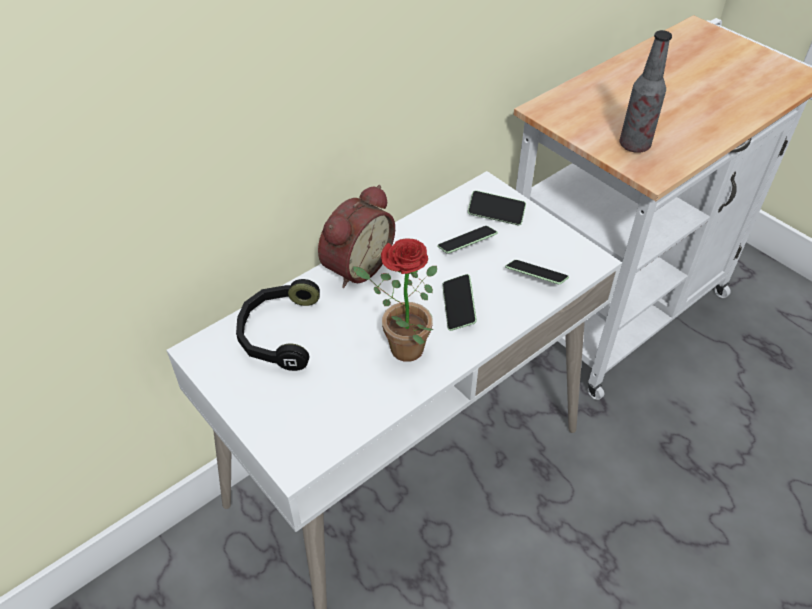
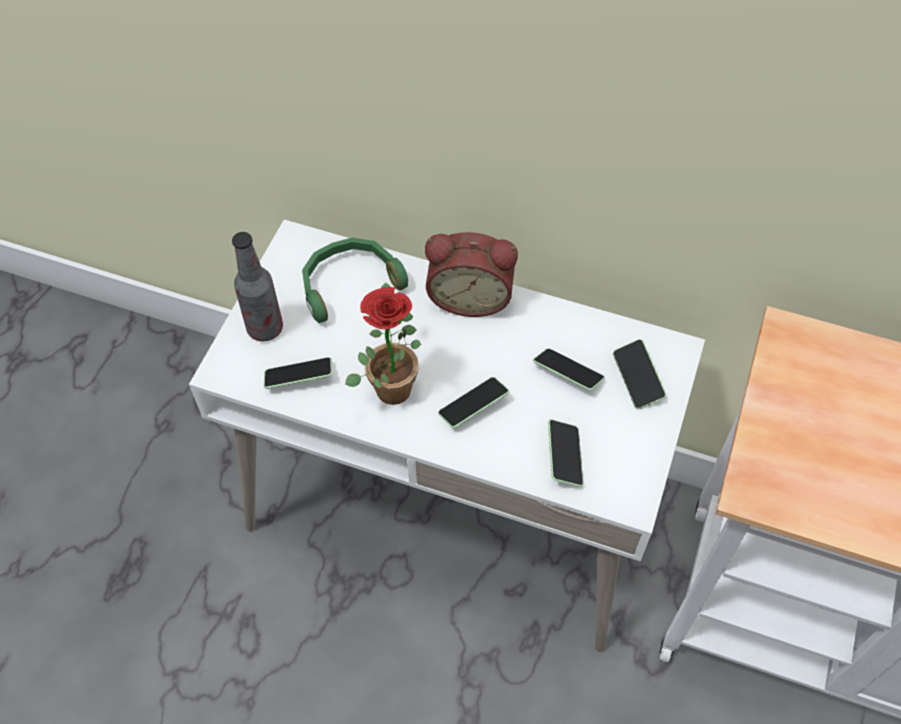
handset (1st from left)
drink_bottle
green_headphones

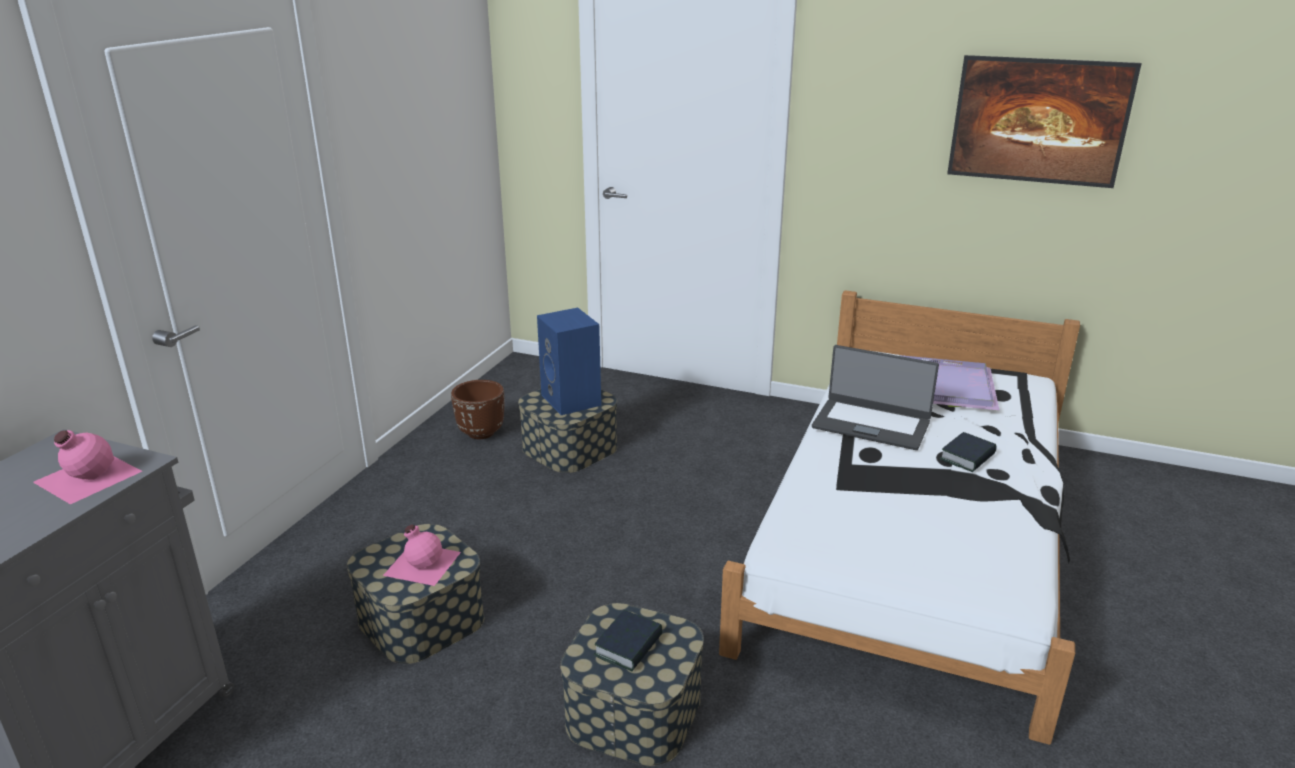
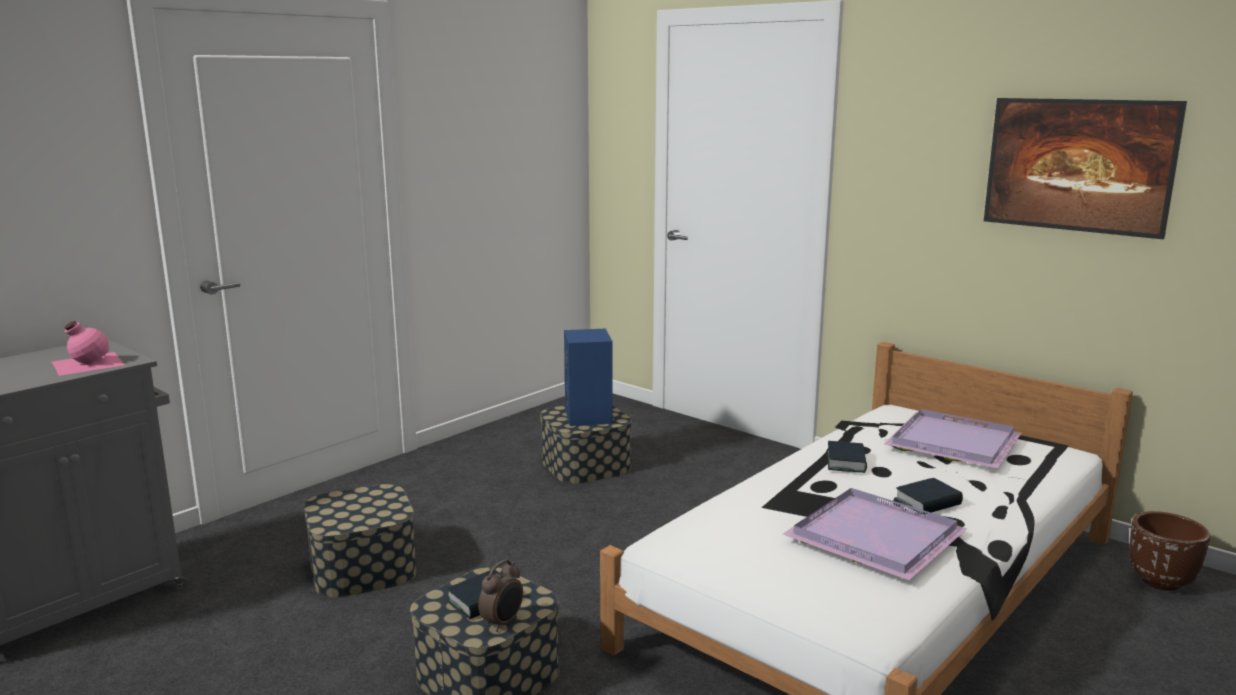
pink-coloured_drink_bottle (2nd from left in the first image)
table_clock
purple-coloured_tray (1st from left)
brown-coloured_plant_pot
book (2nd from left)

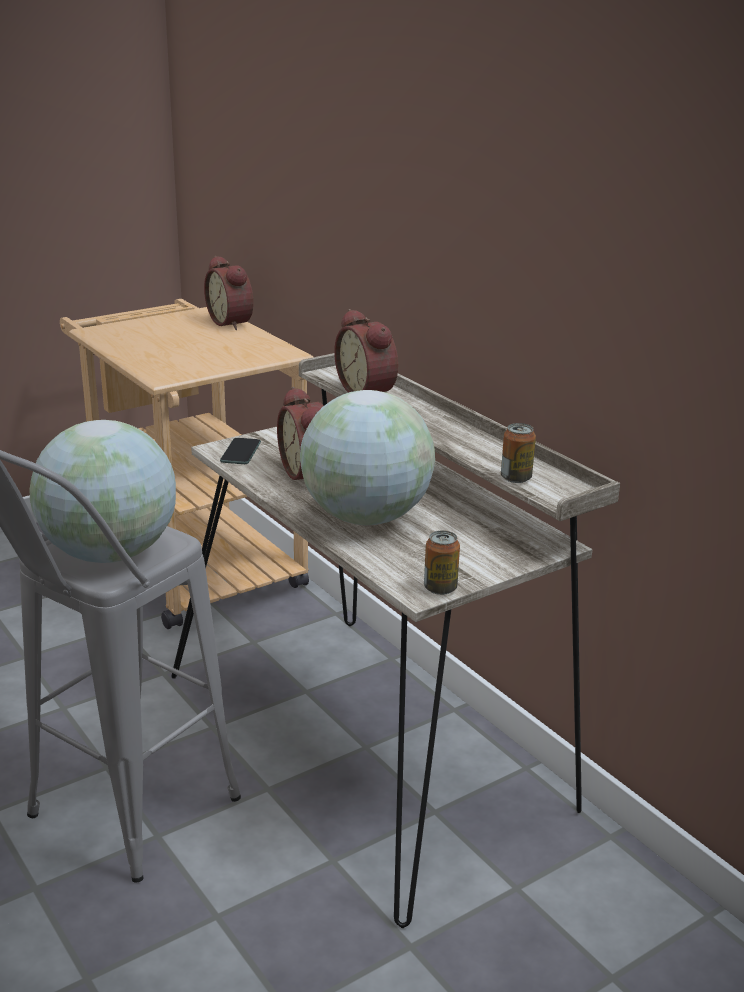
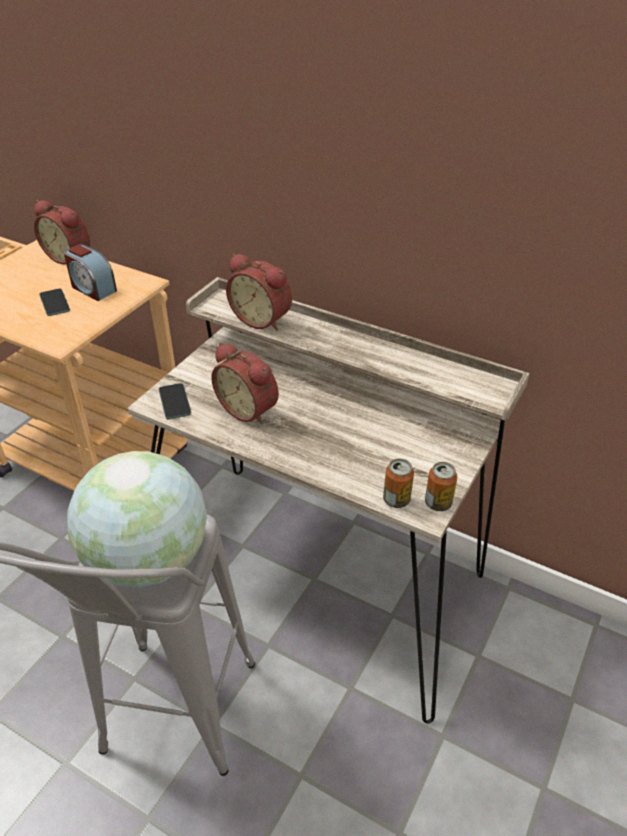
globe (2nd from left in the first image)
handset (1st from left)
table_clock (2nd from left)
metal_can (1st from left)

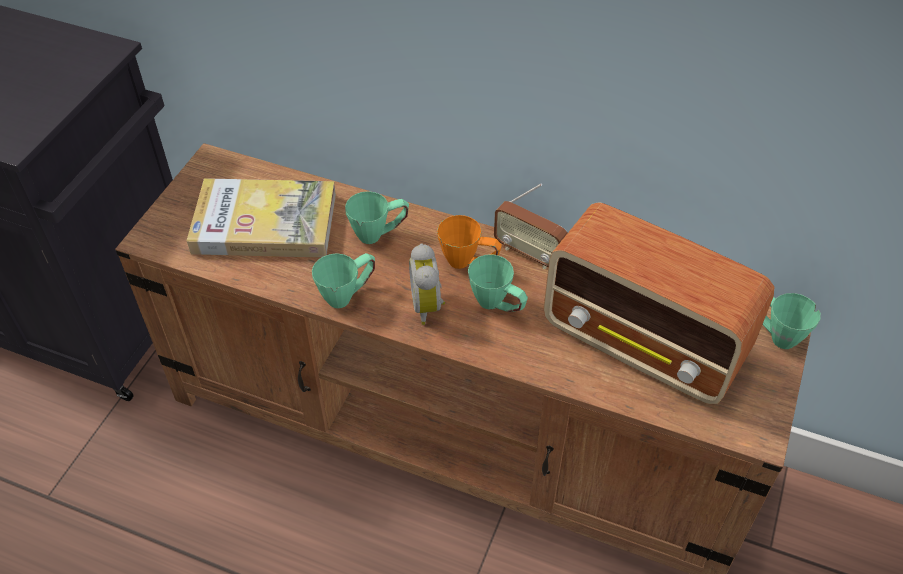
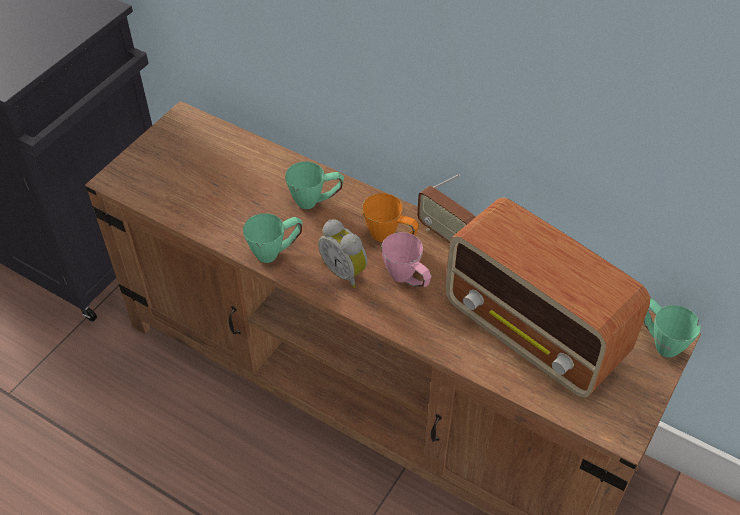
book
pink-coloured_coffee_mug
table_clock

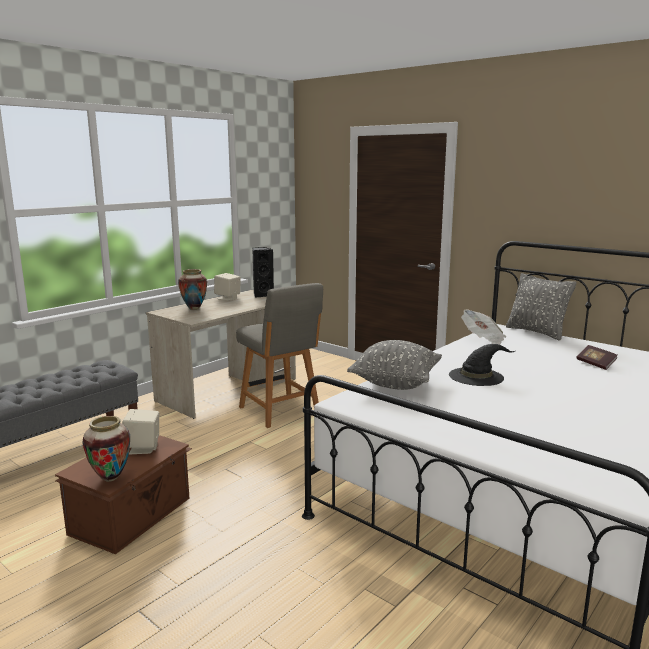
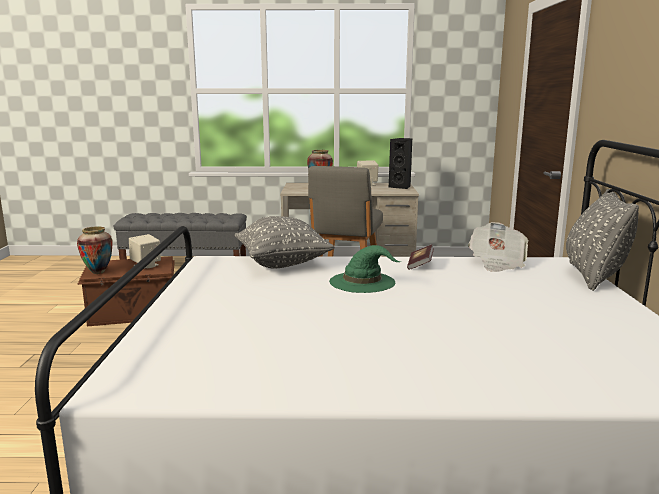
book
green_wearable_hat

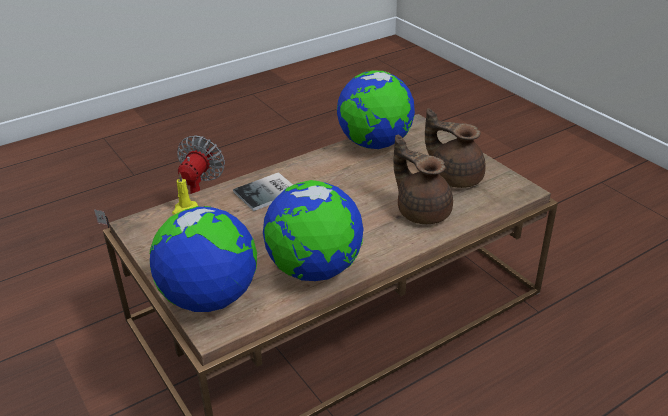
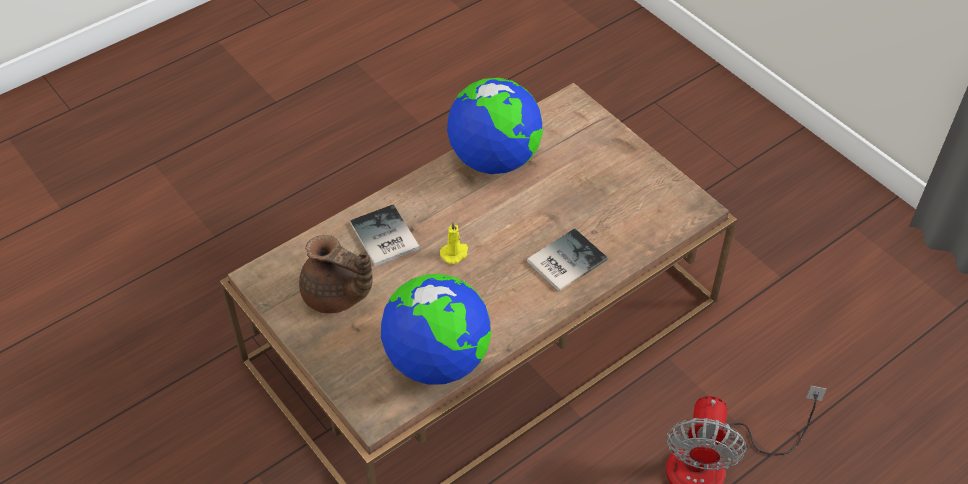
globe (1st from left in the first image)
yellow_wax_candle
book (1st from left)

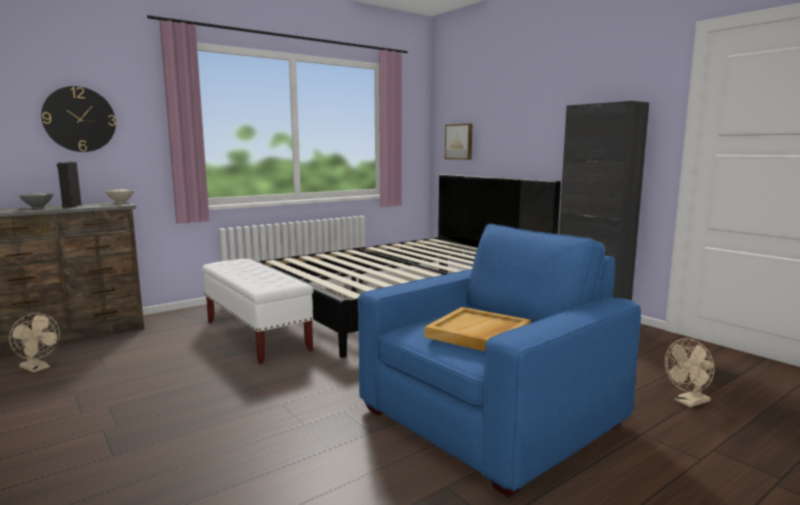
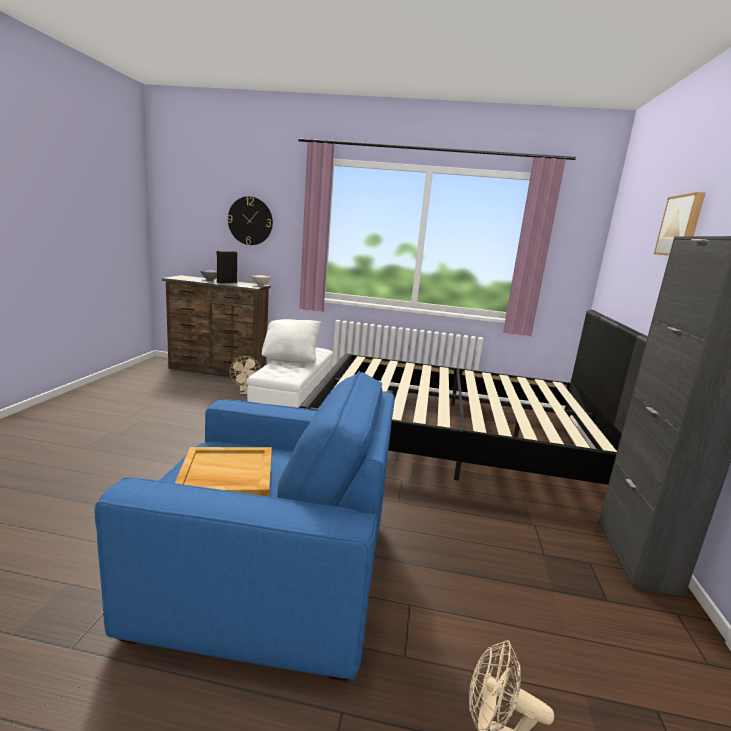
white_cushion
beige-coloured_electric_fan (1st from left)
wall_picture

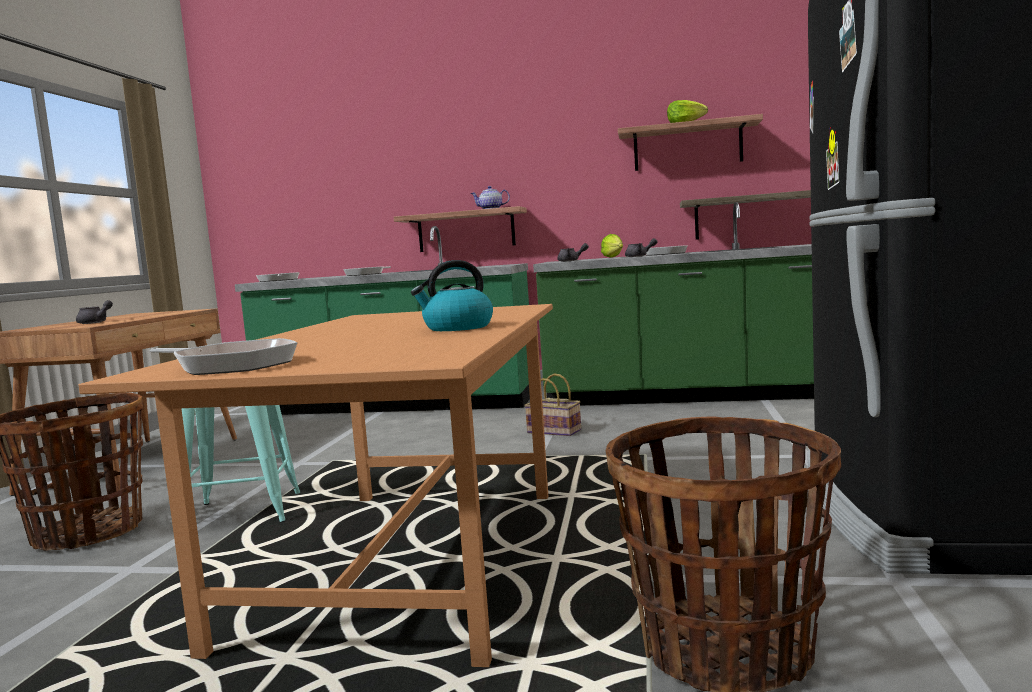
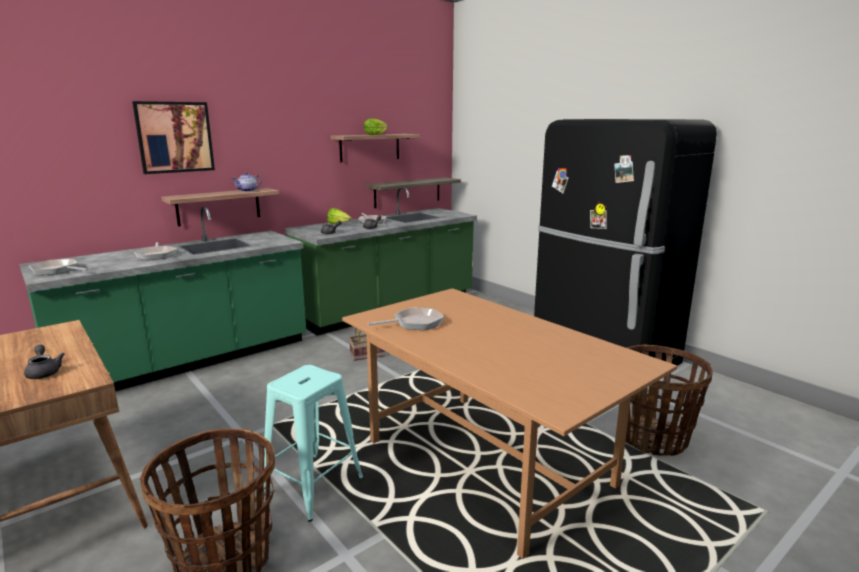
kettle
wall_picture
skillet (4th from left)

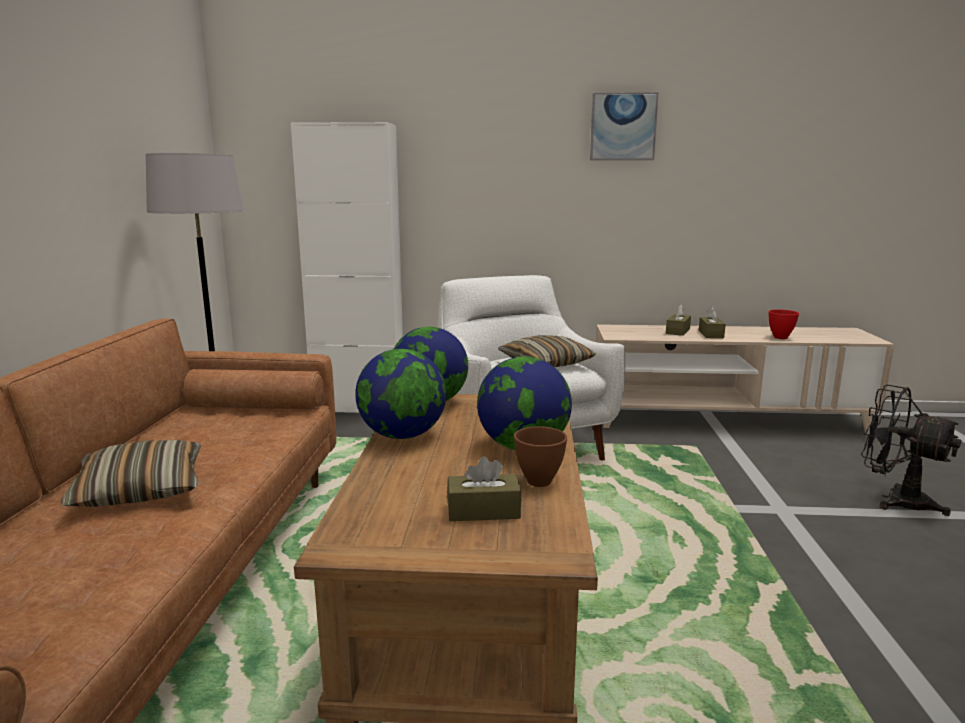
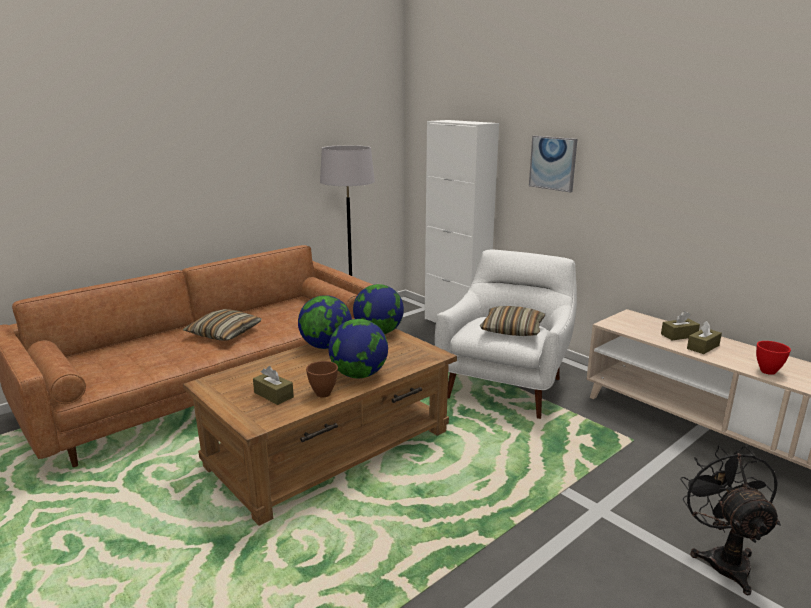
wall_picture

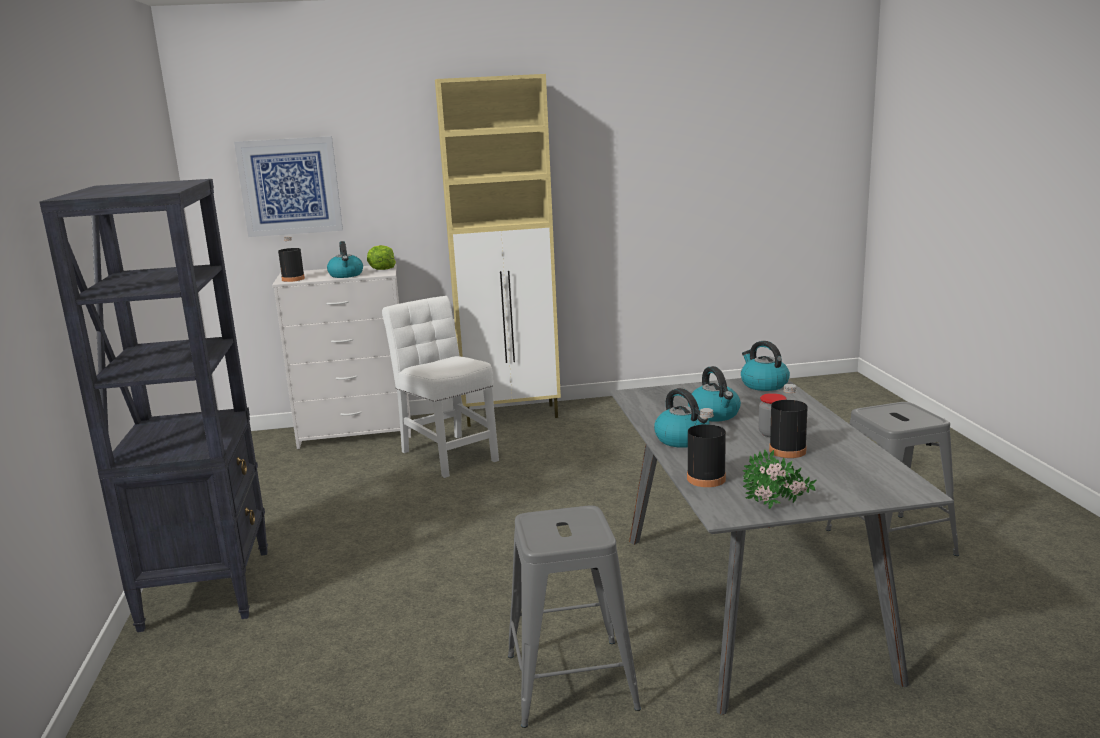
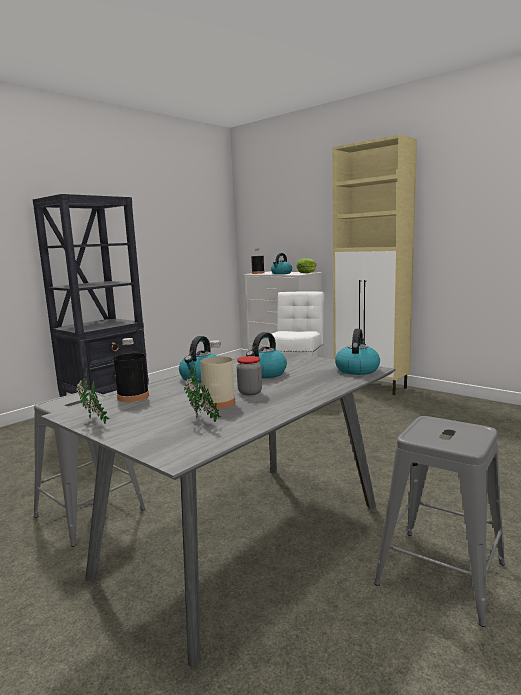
wall_picture
plant_in_a_pot (2nd from left)
beige-coloured_drink_bottle

